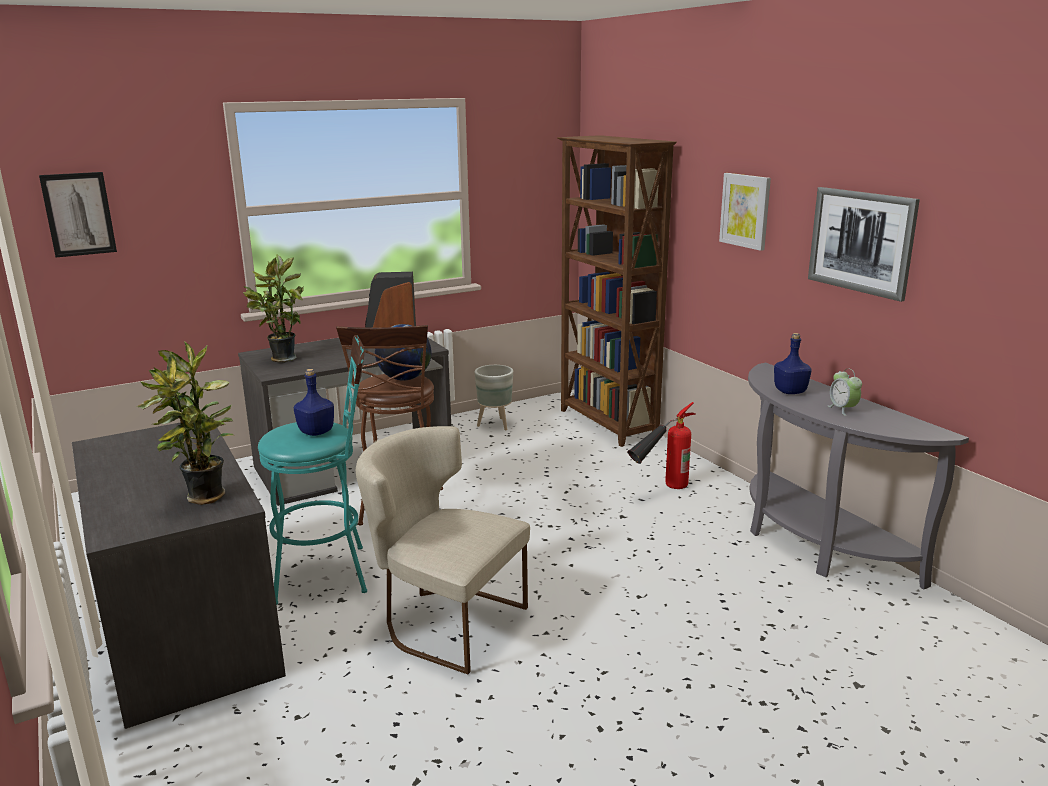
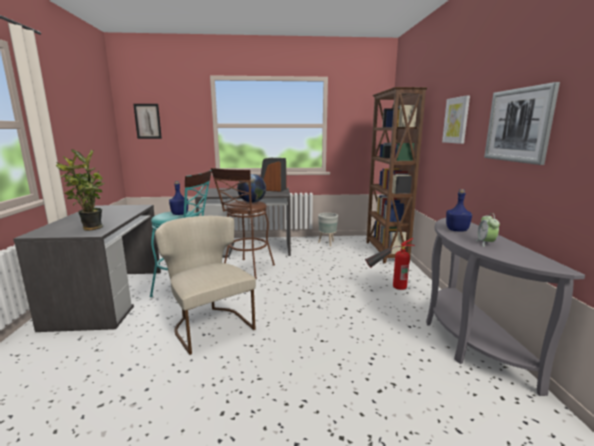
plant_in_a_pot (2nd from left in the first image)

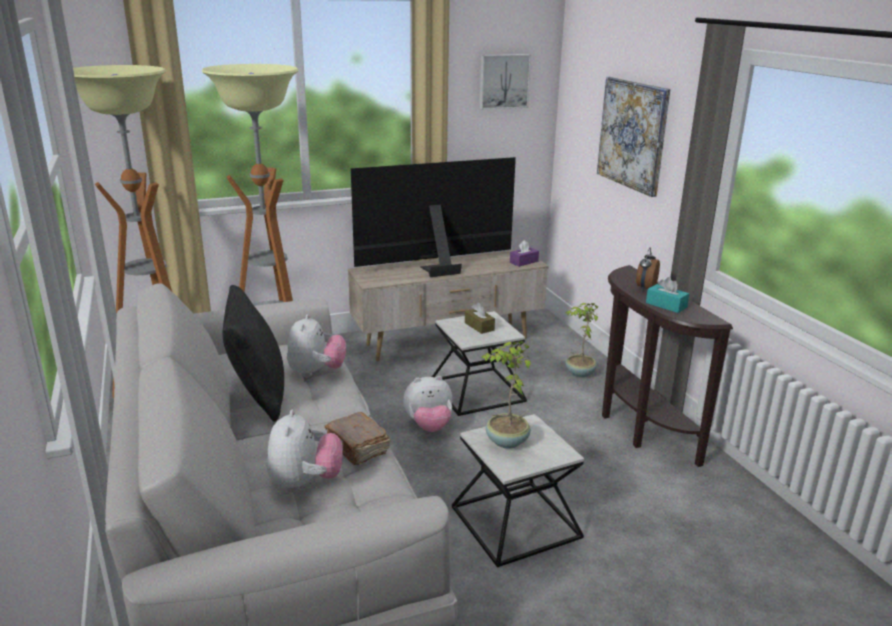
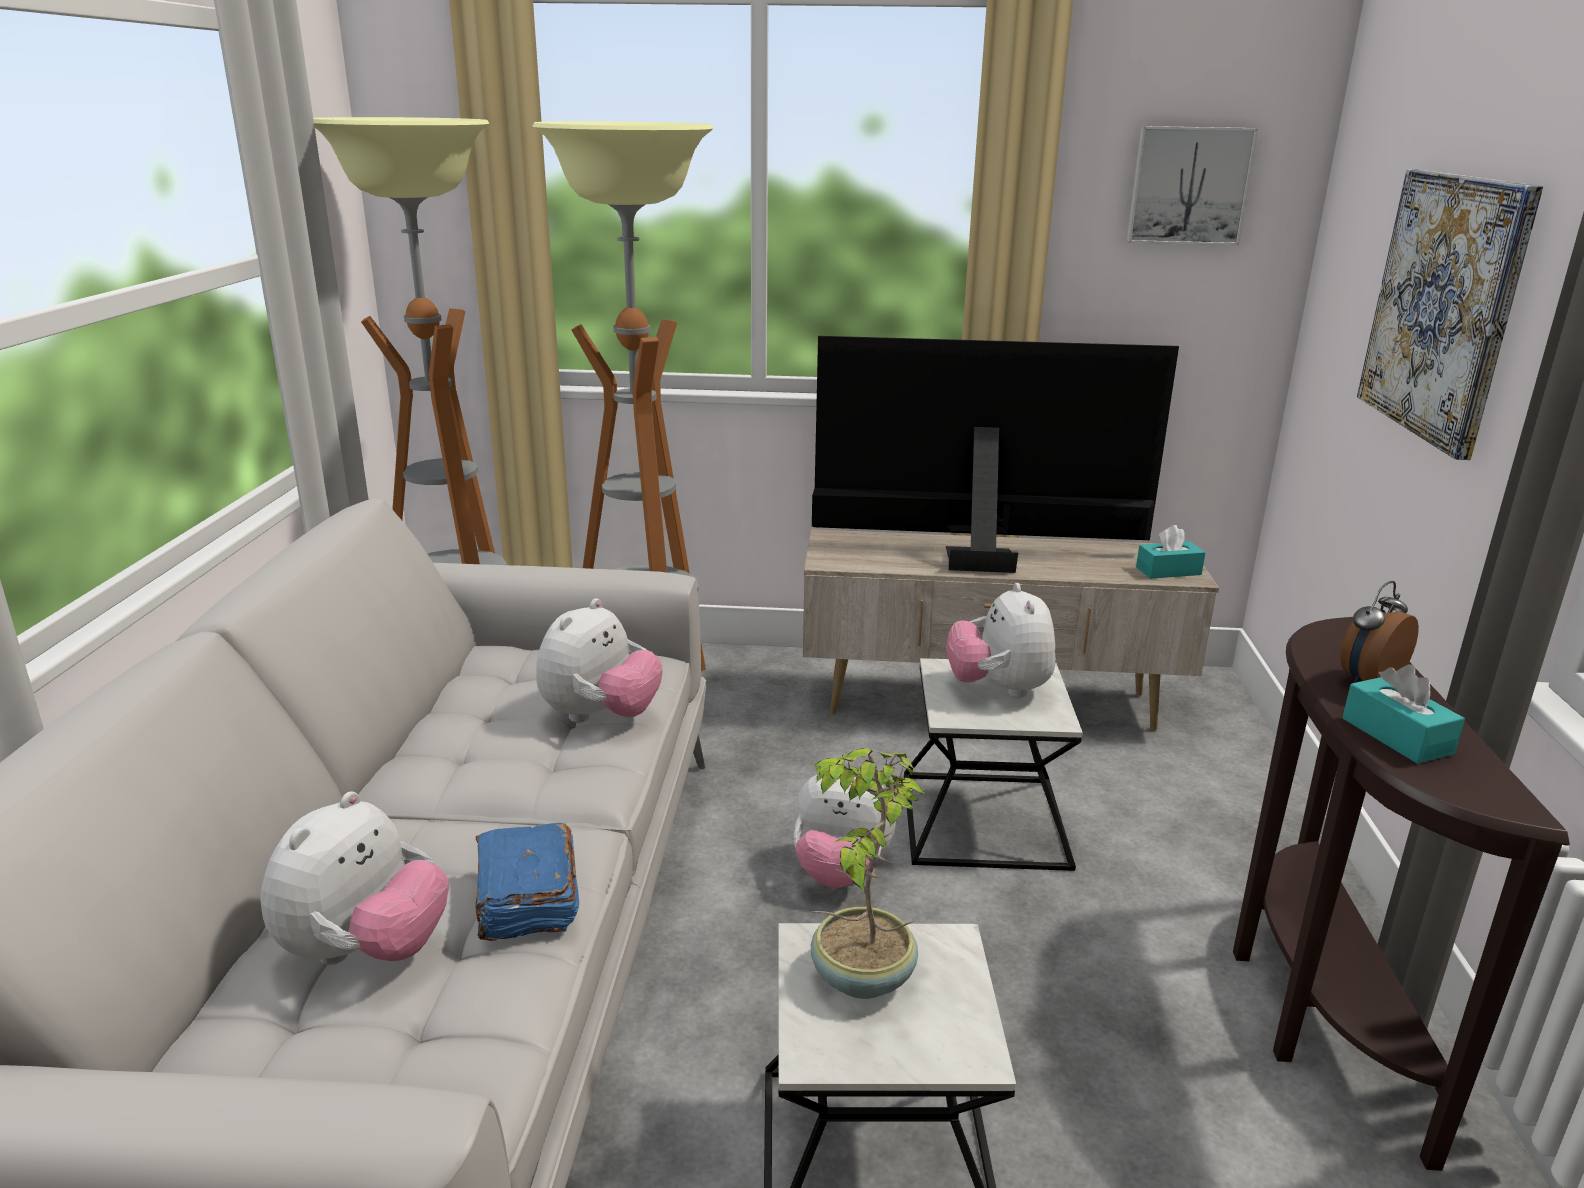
blackish_cushion
plant_in_a_pot (2nd from left in the first image)
soft_toy (4th from left)
blue_book
blue-green_tissue_holder (1st from left)

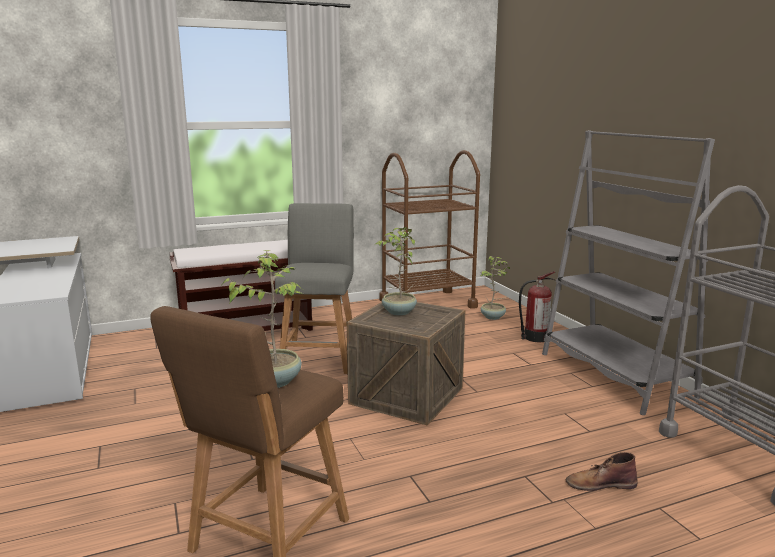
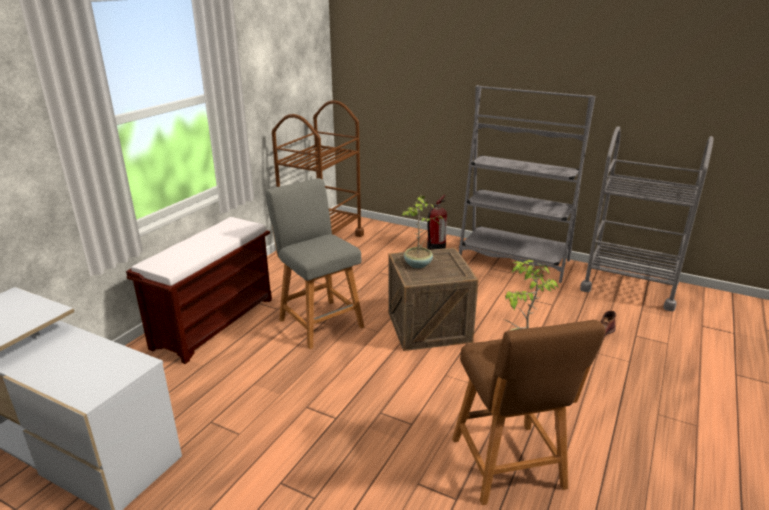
plant_in_a_pot (3rd from left in the first image)

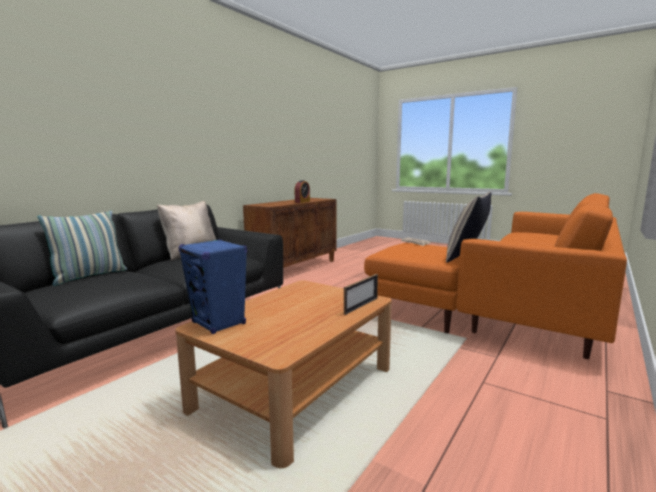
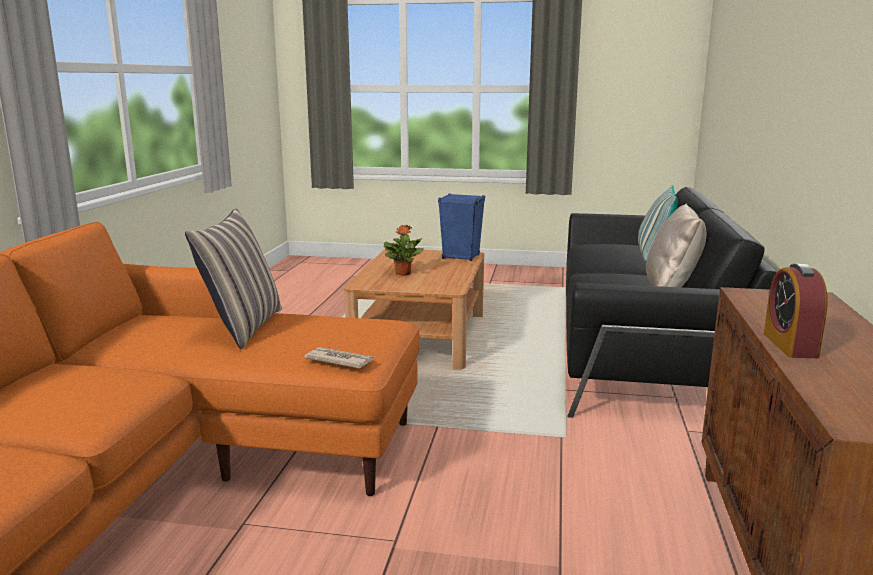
standing_frame
plant_in_a_pot

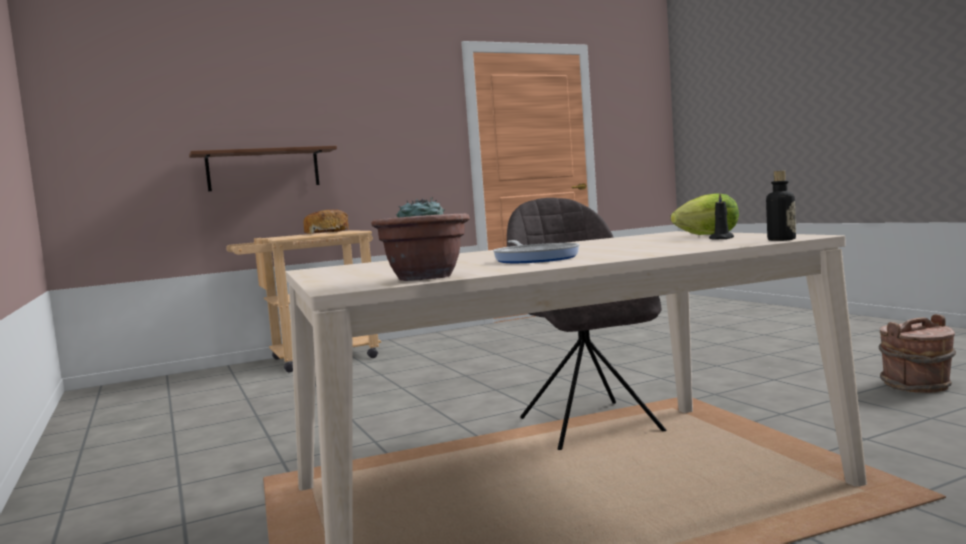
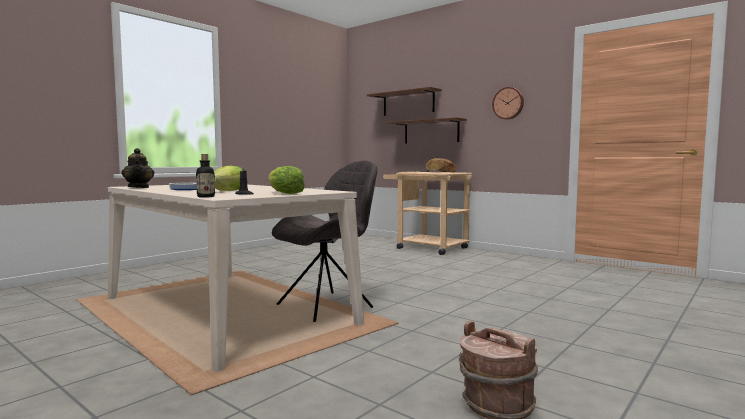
head_of_lettuce (1st from left)
brown-coloured_wall_shelf (1st from left)
clock_on_the_wall
pot_for_tea

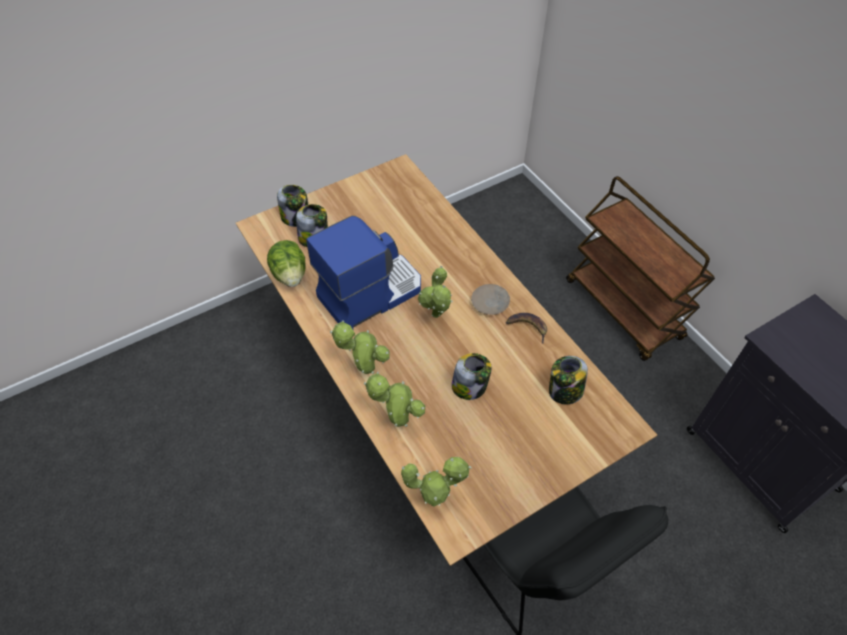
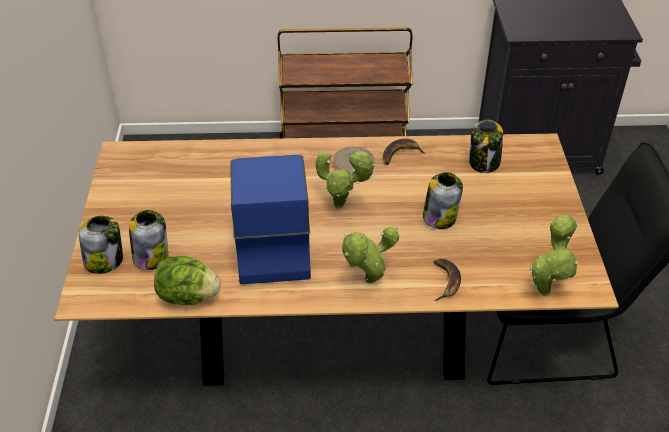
banana_fruit (2nd from left)

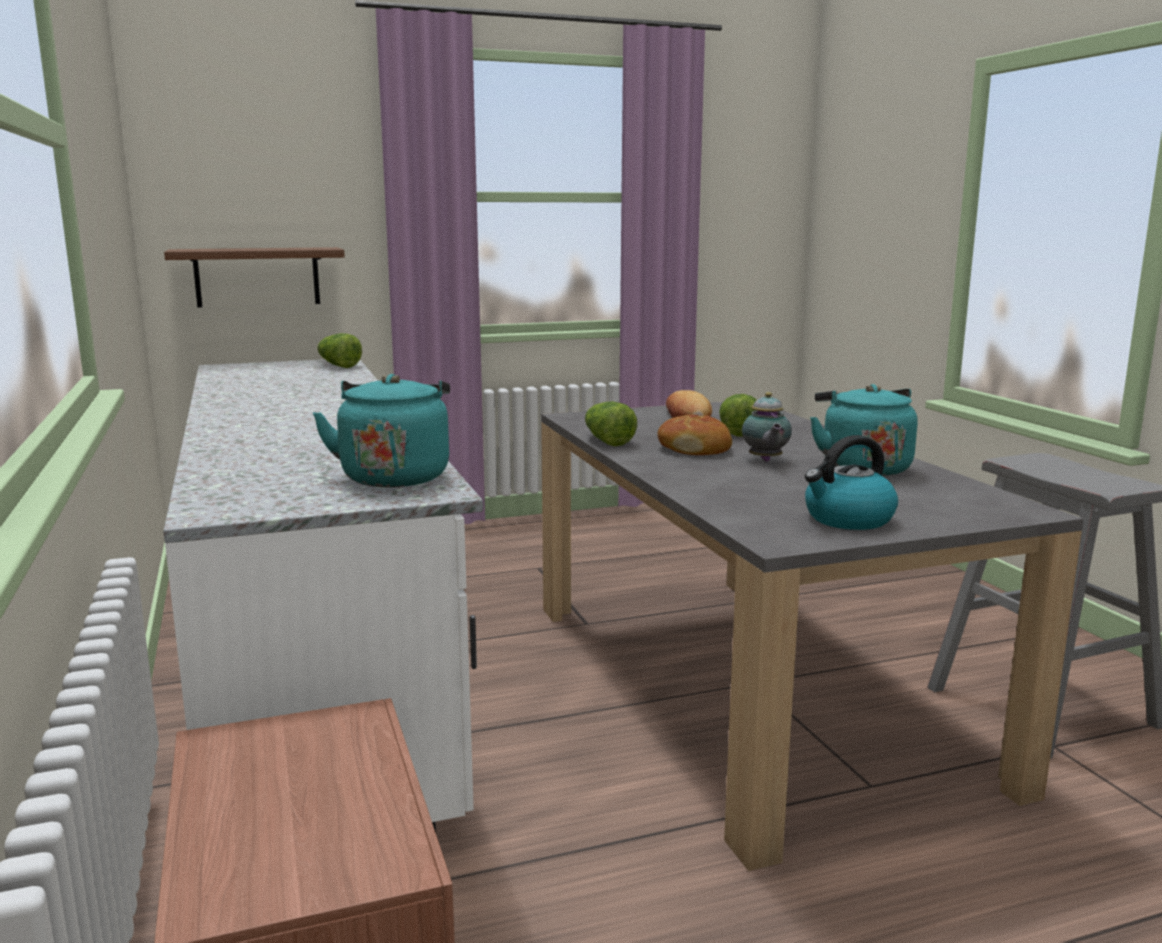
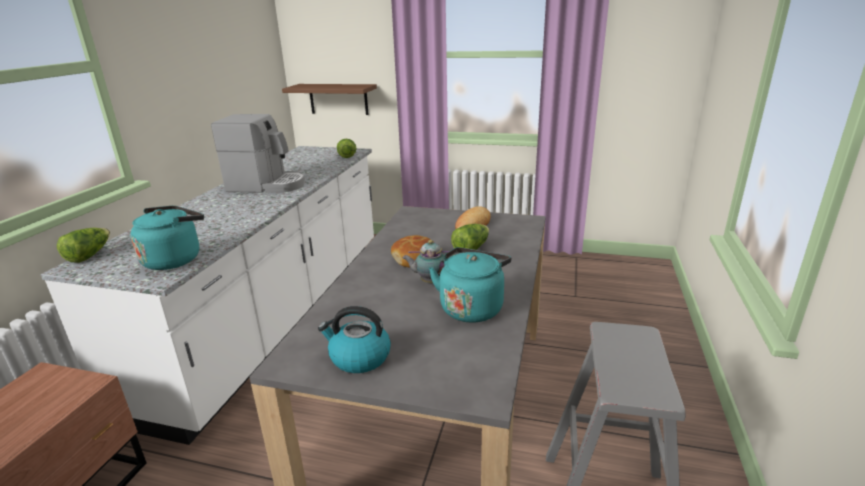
coffee_machine
head_of_lettuce (1st from left)
pot_for_tea

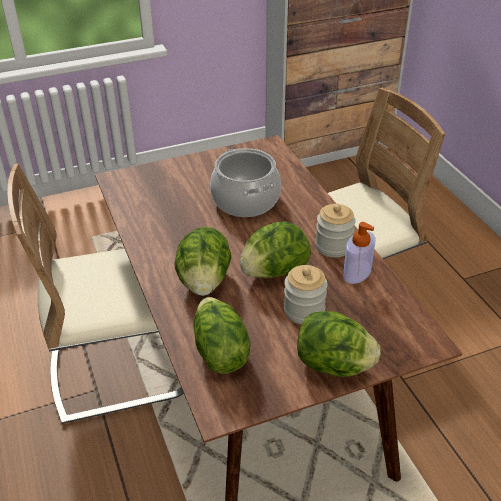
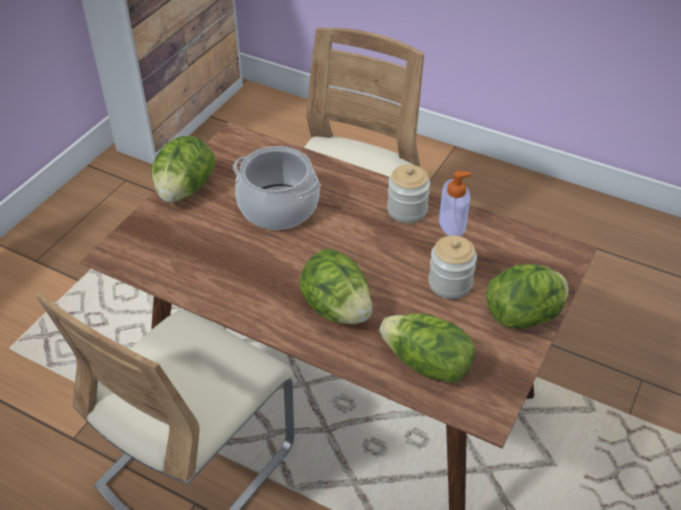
head_of_lettuce (1st from left)

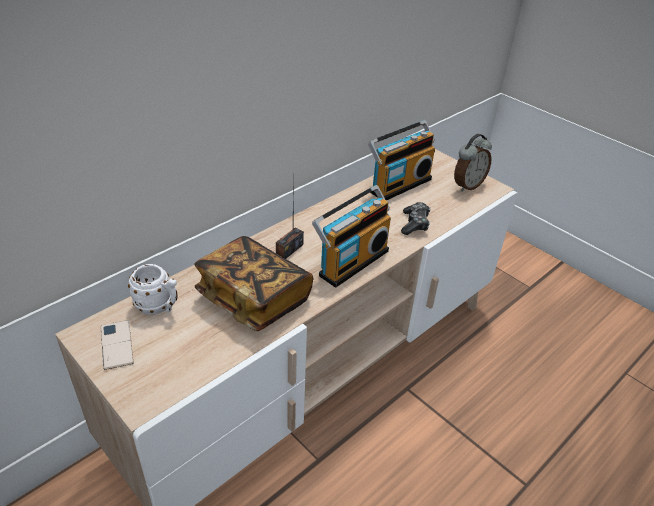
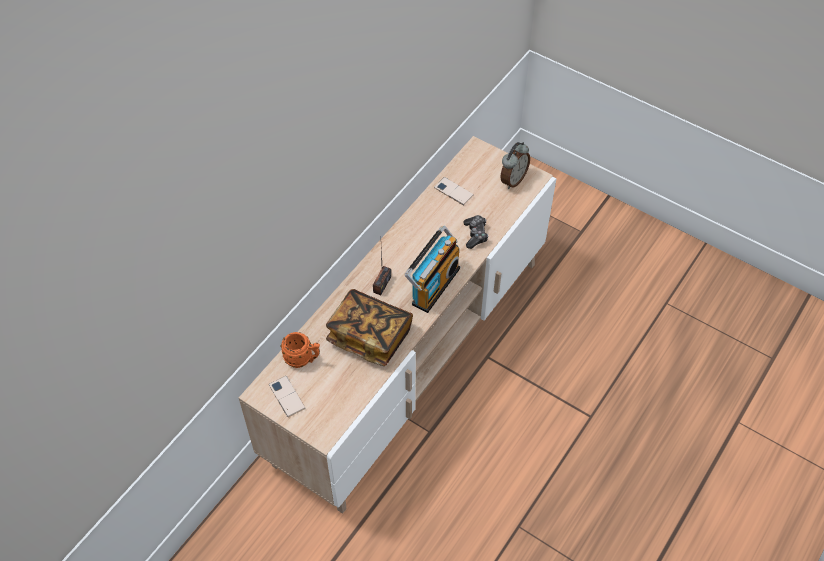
handset (2nd from left)
orange-coloured_coffee_mug

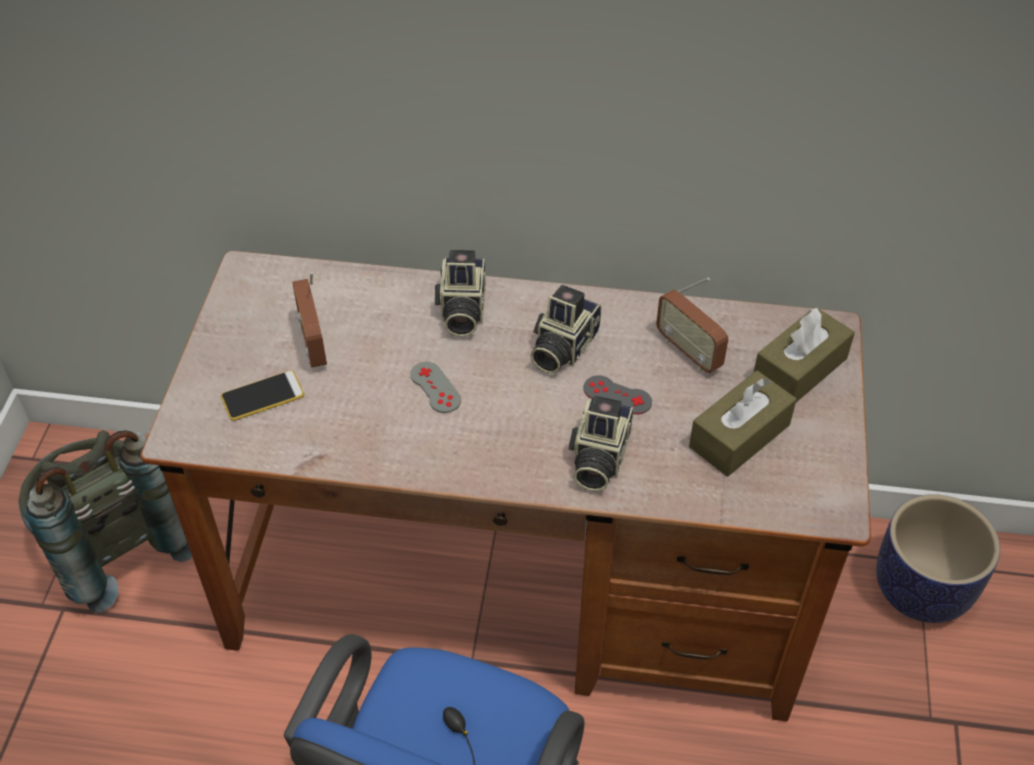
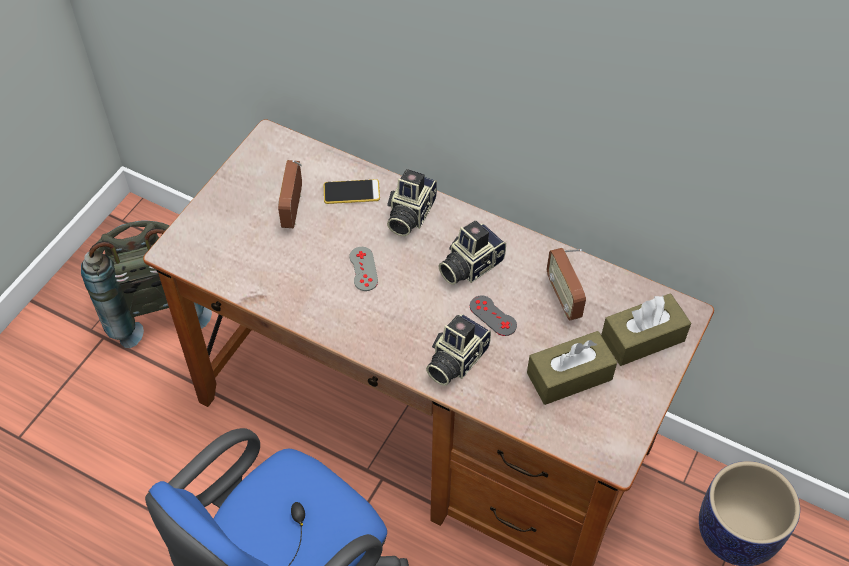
handset

